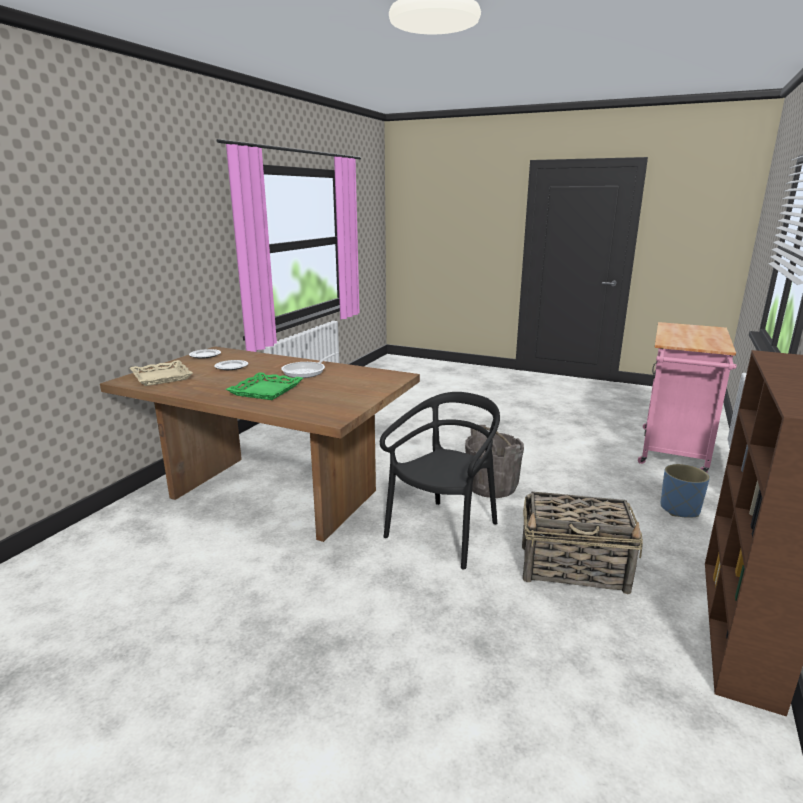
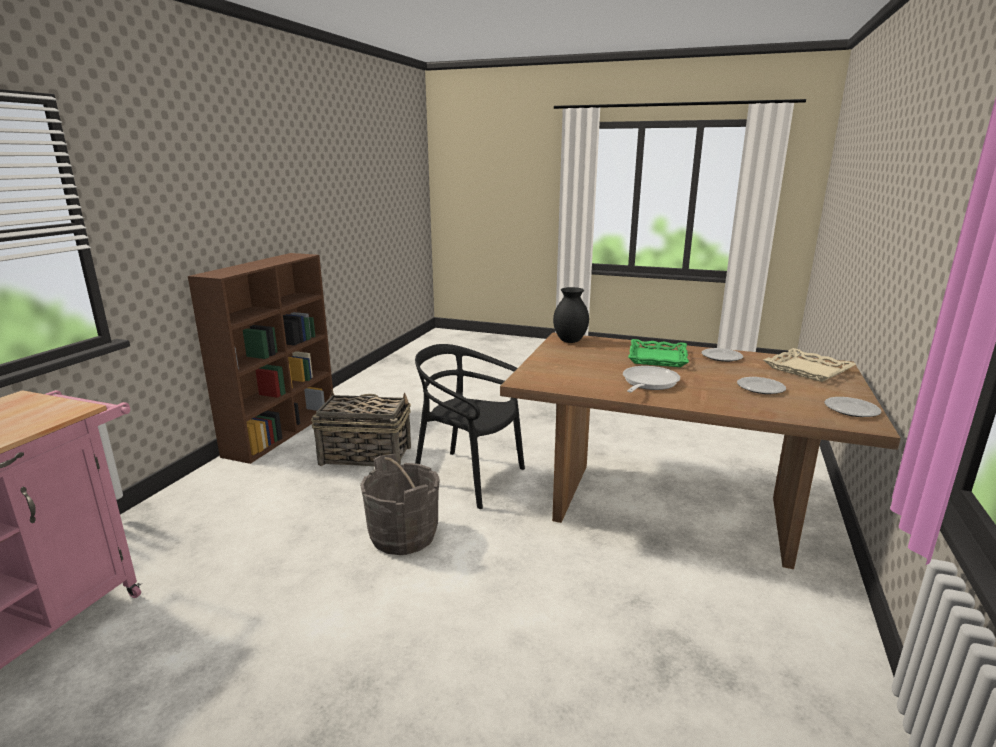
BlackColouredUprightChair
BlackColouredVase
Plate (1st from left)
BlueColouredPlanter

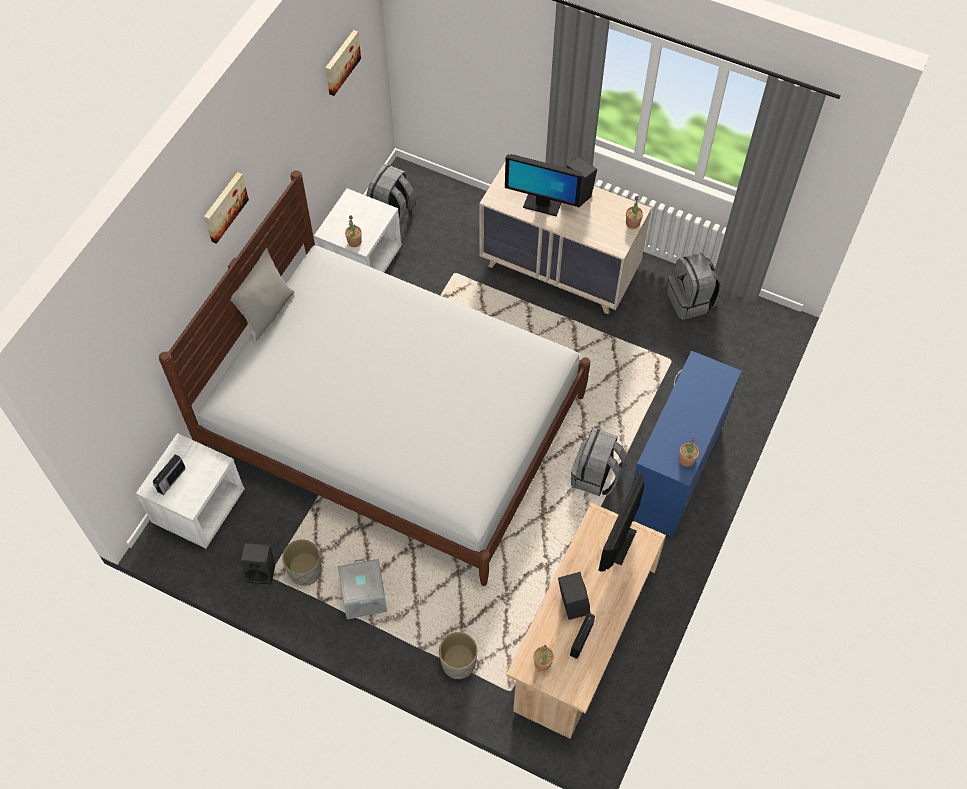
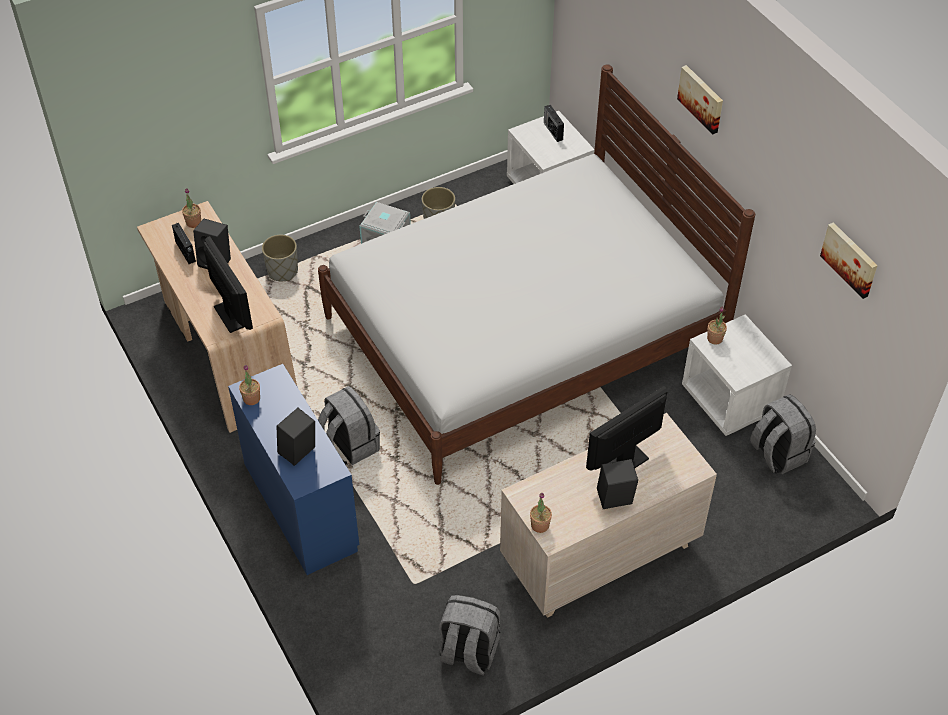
BlackColouredLoudspeaker (2nd from left)
GreyThrowPillow

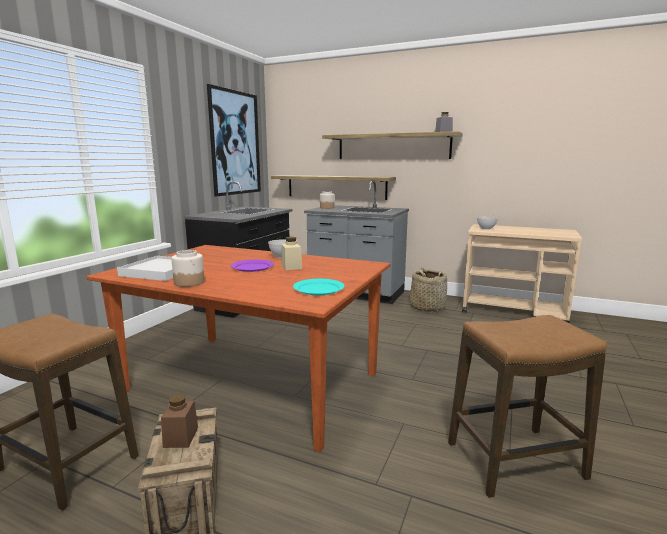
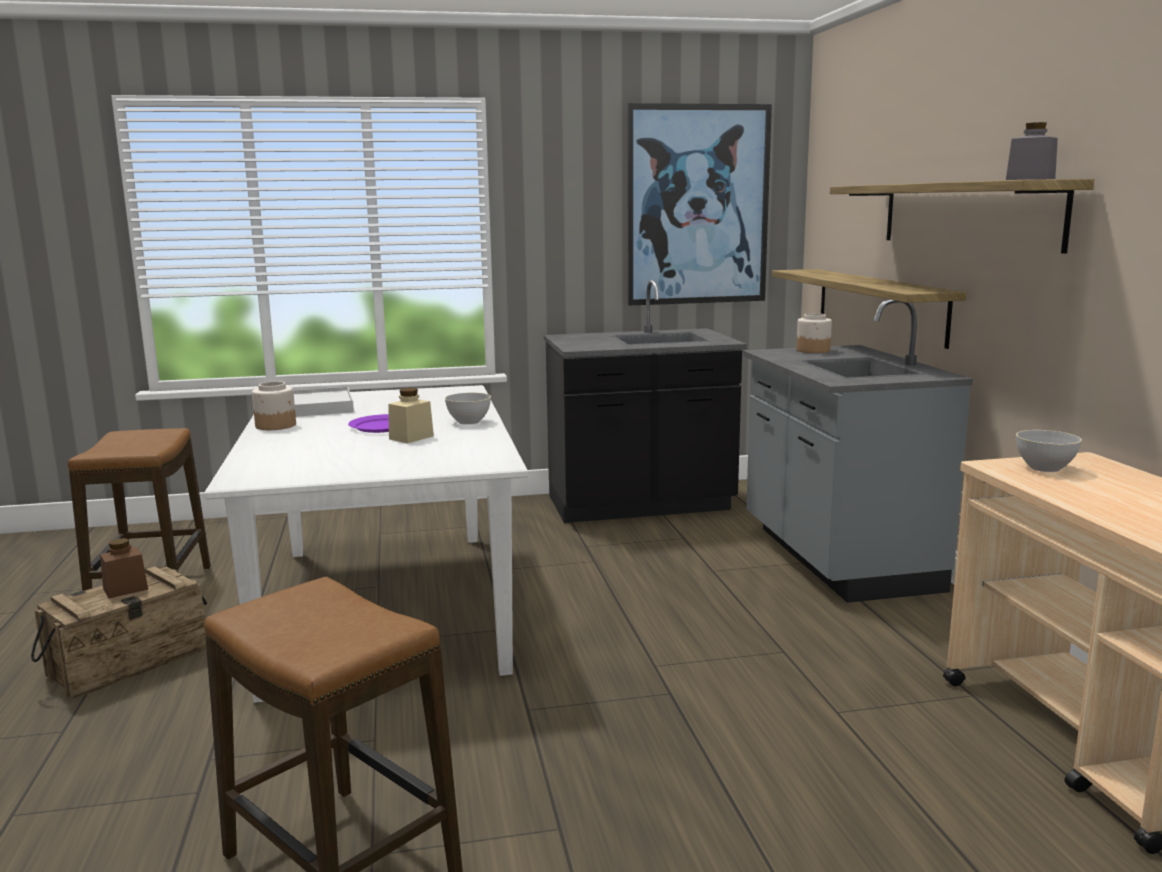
WhiteDiningTable
TurquoisePlate
Basket

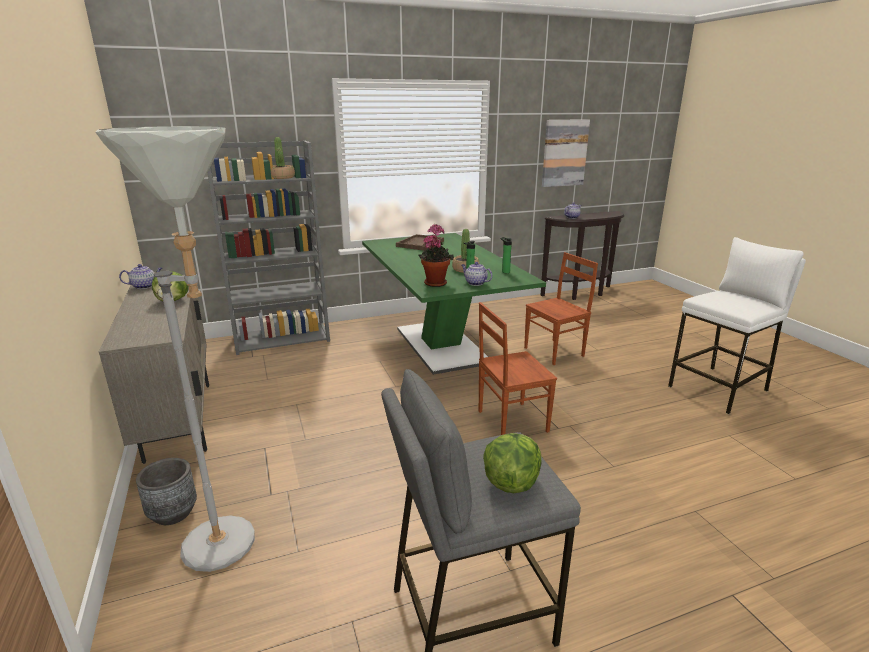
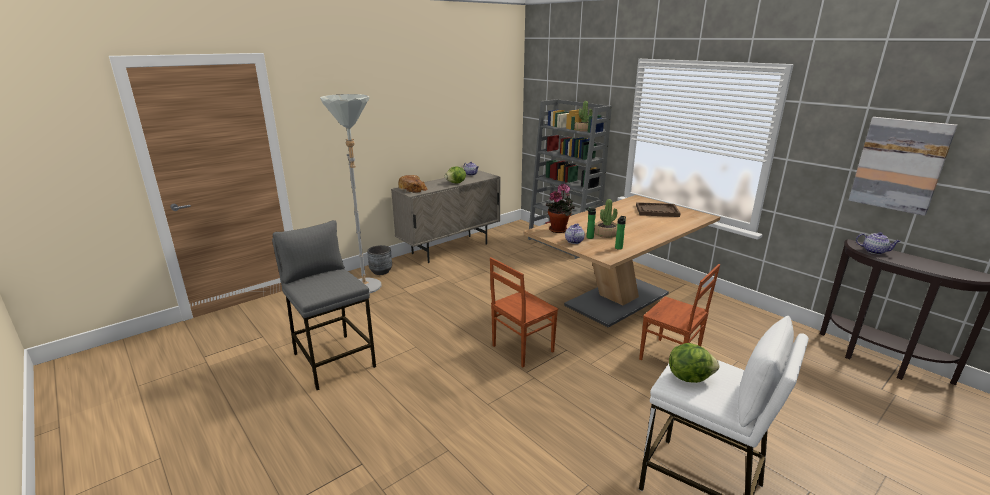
Bread
BrownColouredUprightChair (1st from left)
BrownColouredDiningTable
Lettuce (2nd from left)

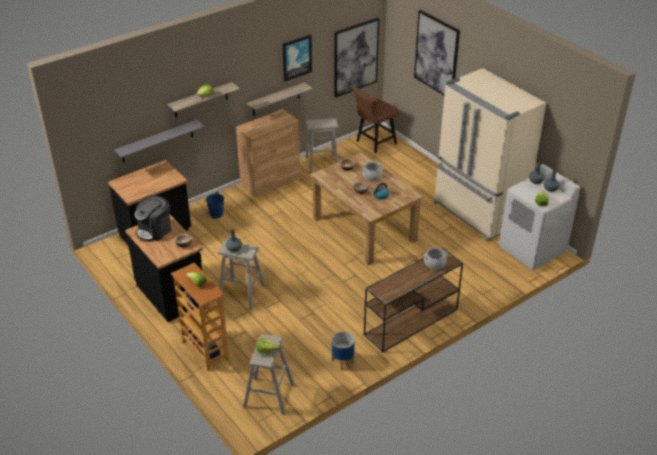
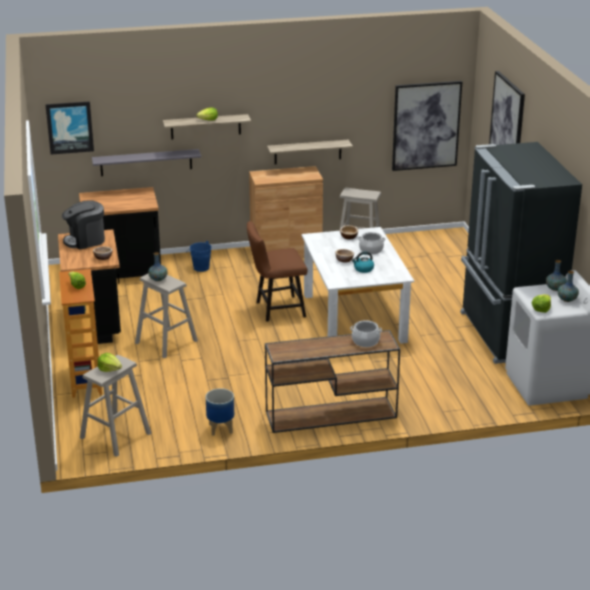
WallPicture (1st from left)
BrownColouredUprightChair
WhiteDiningTable
BlackColouredFridge

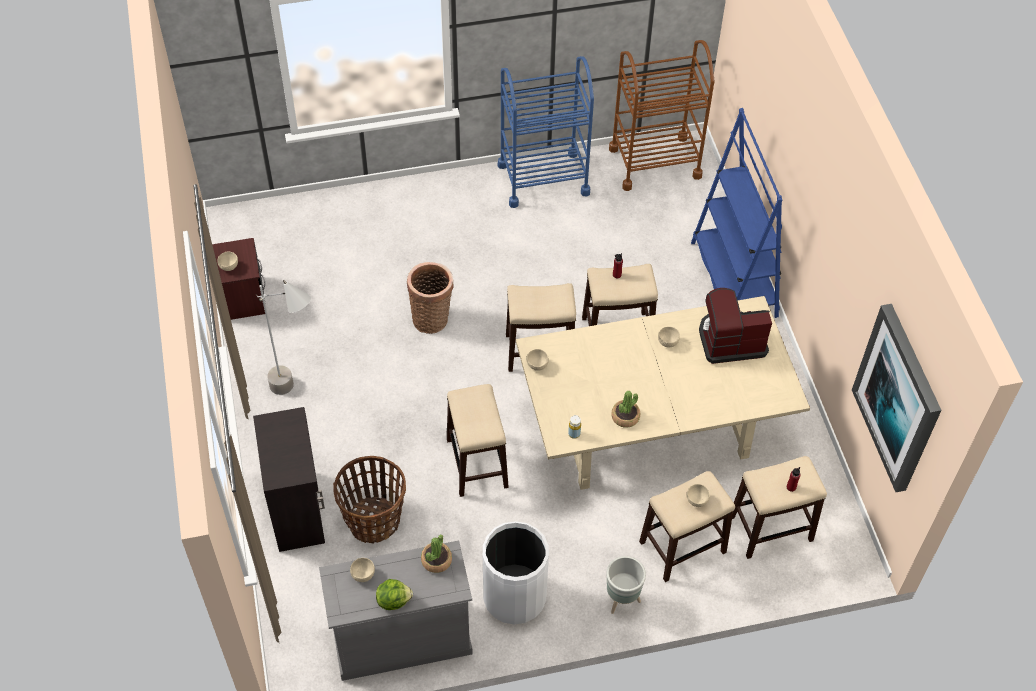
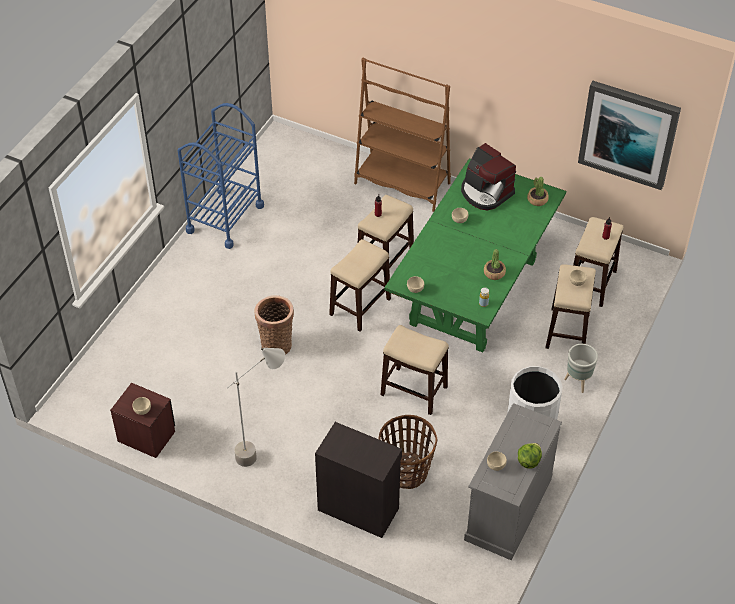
BrownColouredBookcase
GreenishDiningTable
CoffeeMachine
Houseplant (2nd from left)
BrownColouredTrolley

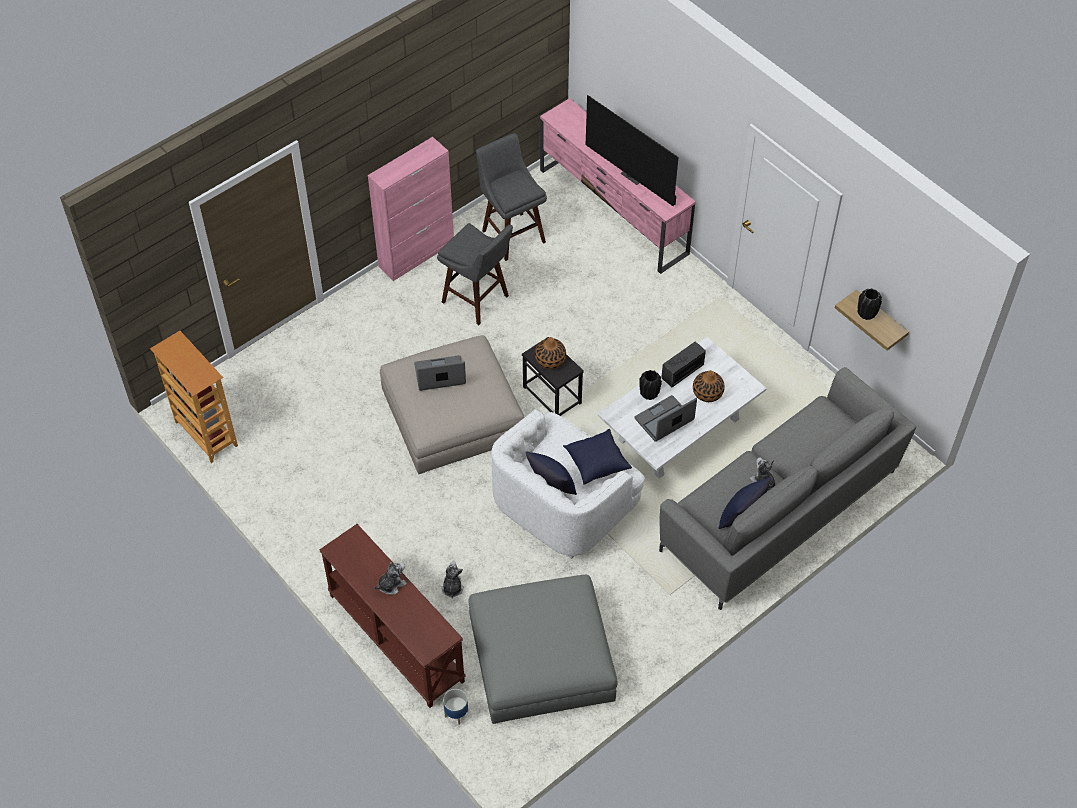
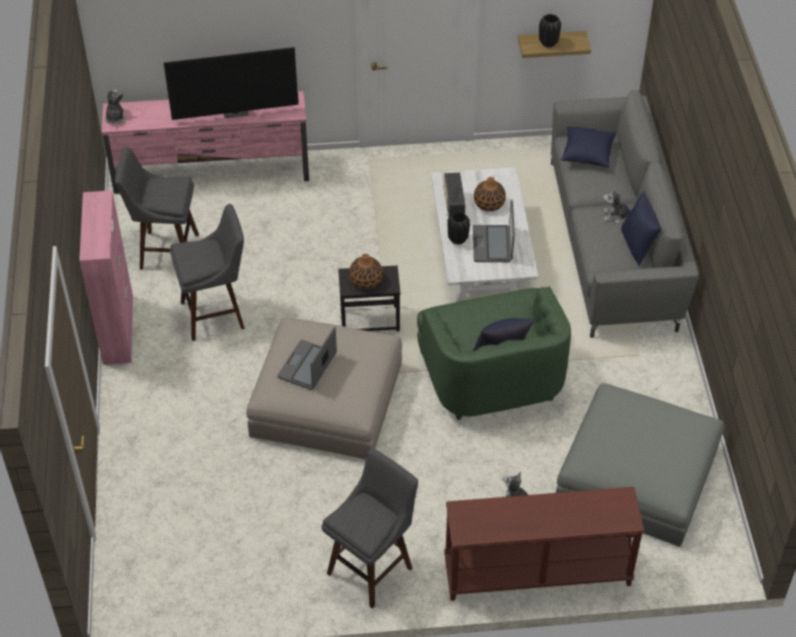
SoftToy (1st from left)
GreyStoolSeat (3rd from left)
GreenishEasyChair
BlueColouredThrowPillow (2nd from left)
Bookcase
Planter

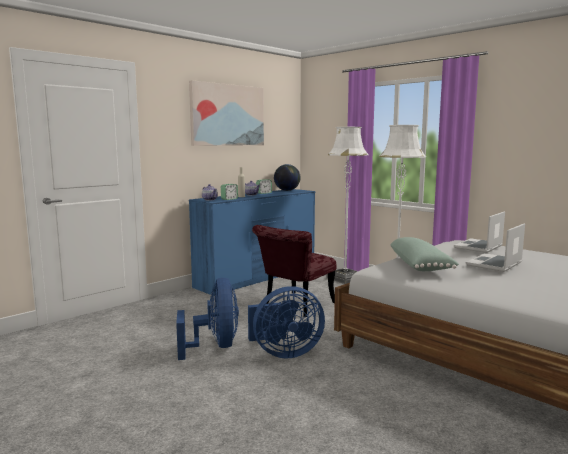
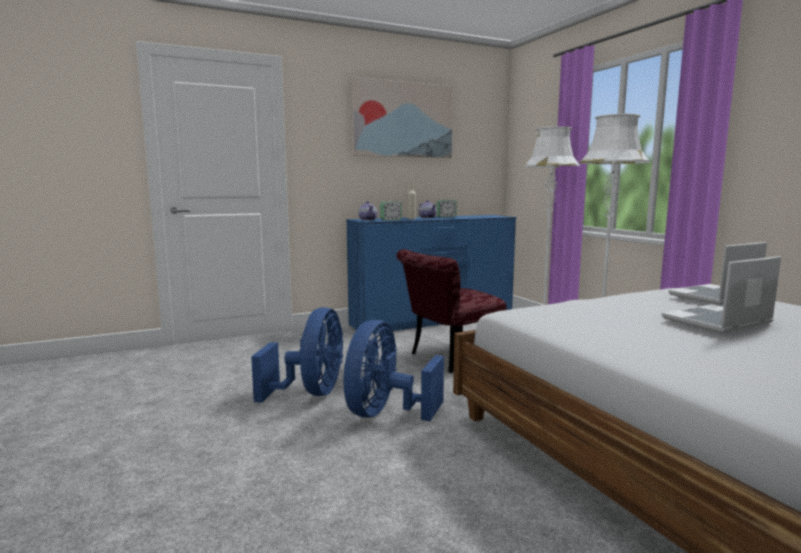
BlueColouredCoolingFan (2nd from left)
Globe
GreenishThrowPillow

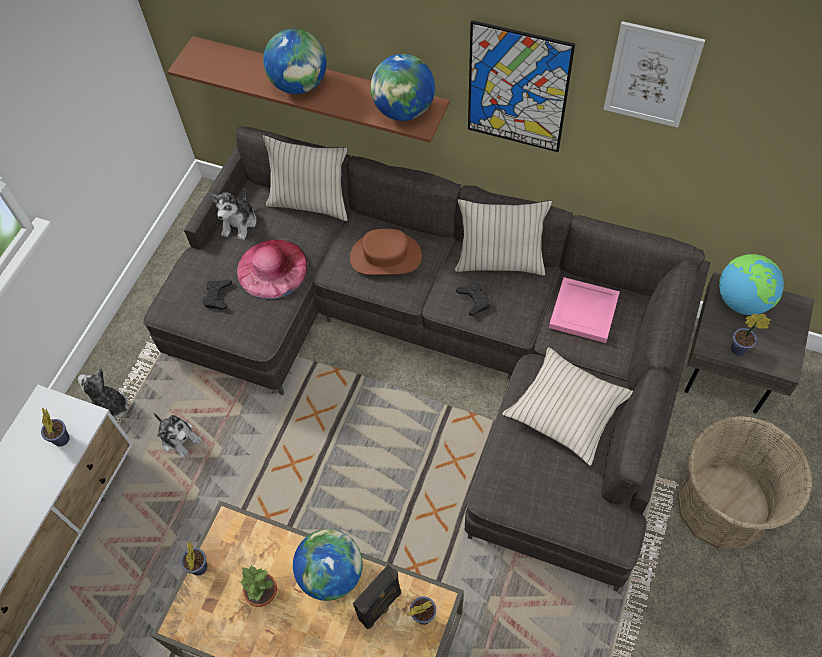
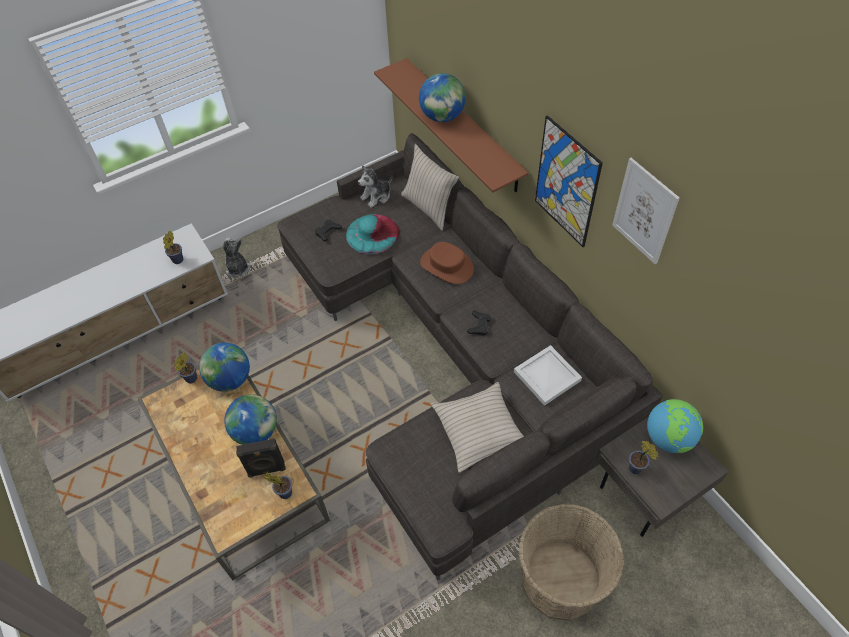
Globe (1st from left)
TurquoiseHat
WhiteCarryingTray
SoftToy (2nd from left in the first image)
Houseplant (3rd from left in the first image)
BeigeColouredThrowPillow (2nd from left in the first image)

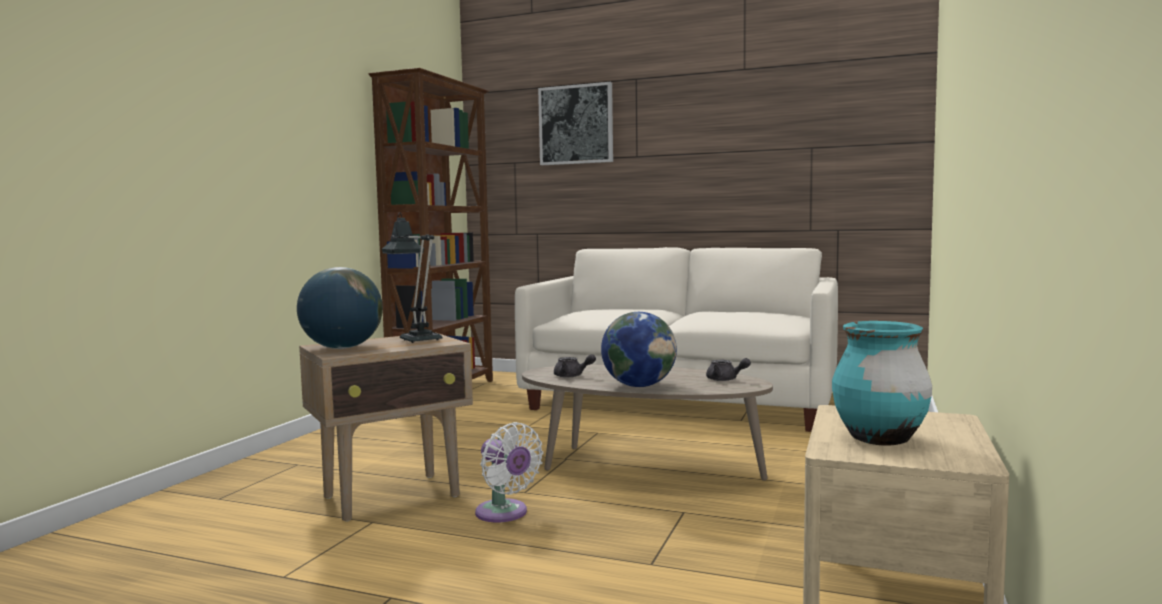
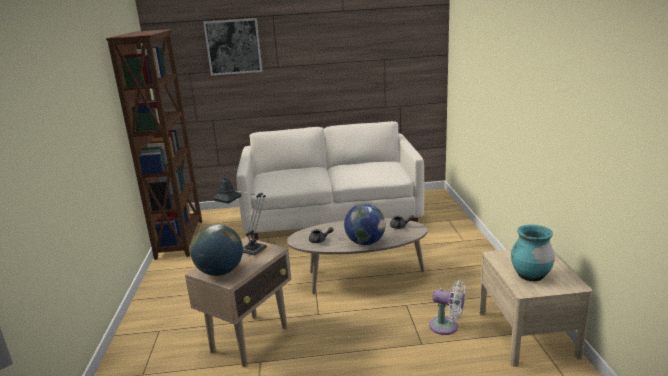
WhiteCoolingFan

